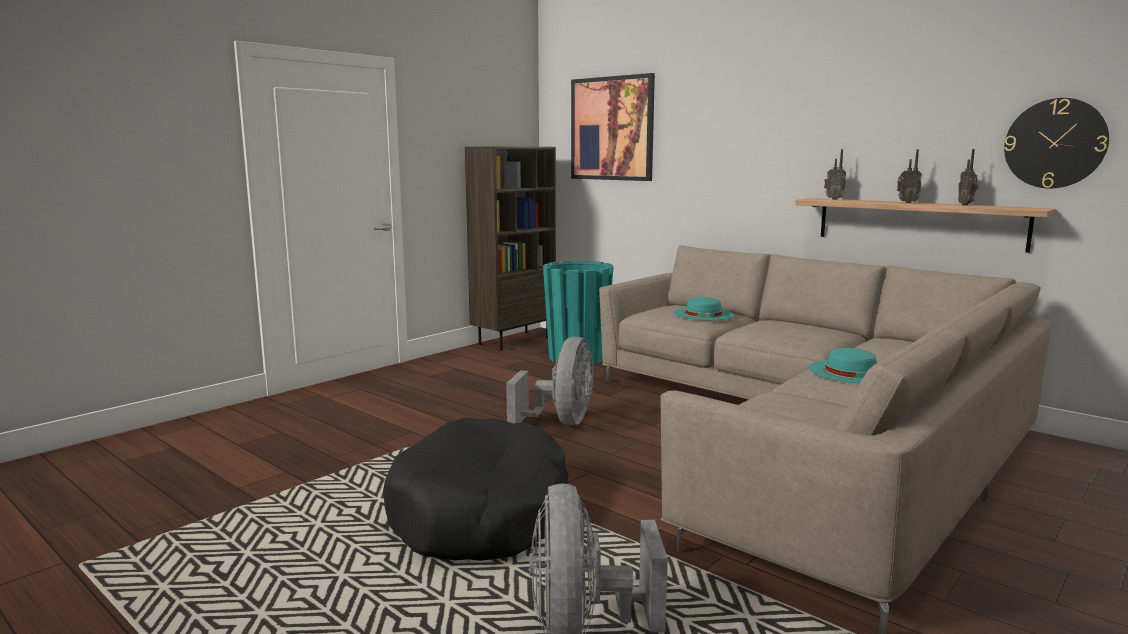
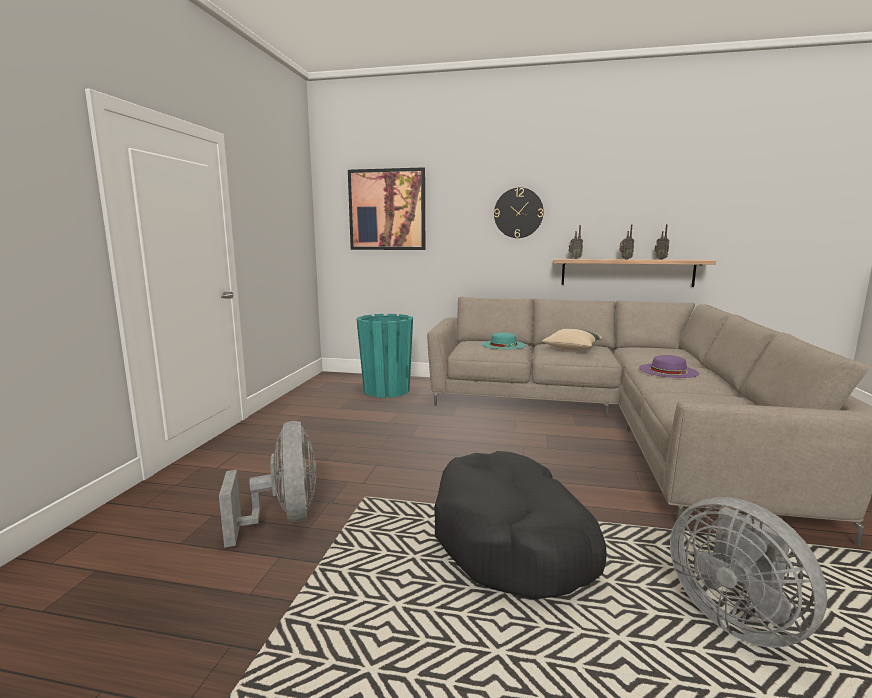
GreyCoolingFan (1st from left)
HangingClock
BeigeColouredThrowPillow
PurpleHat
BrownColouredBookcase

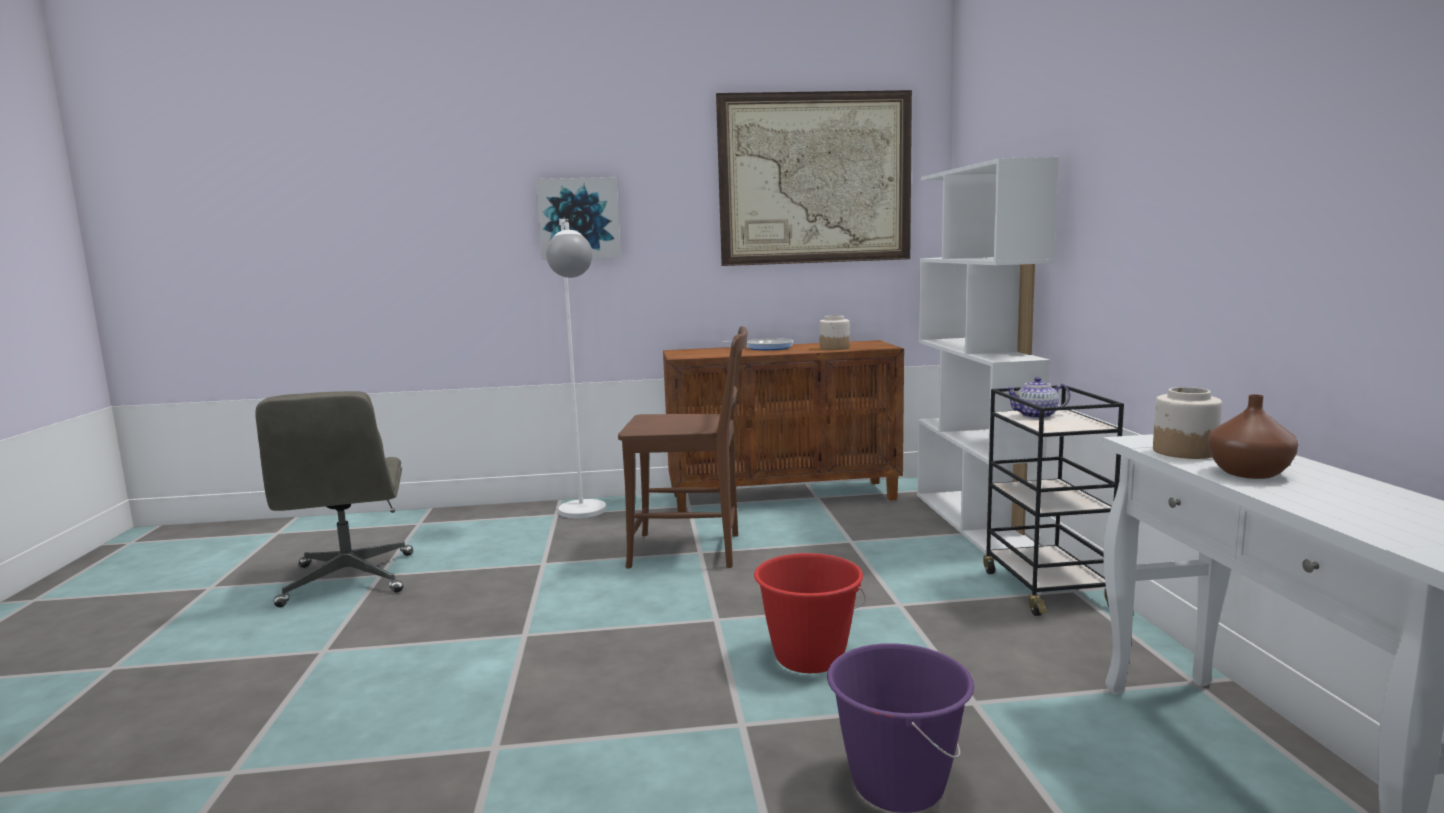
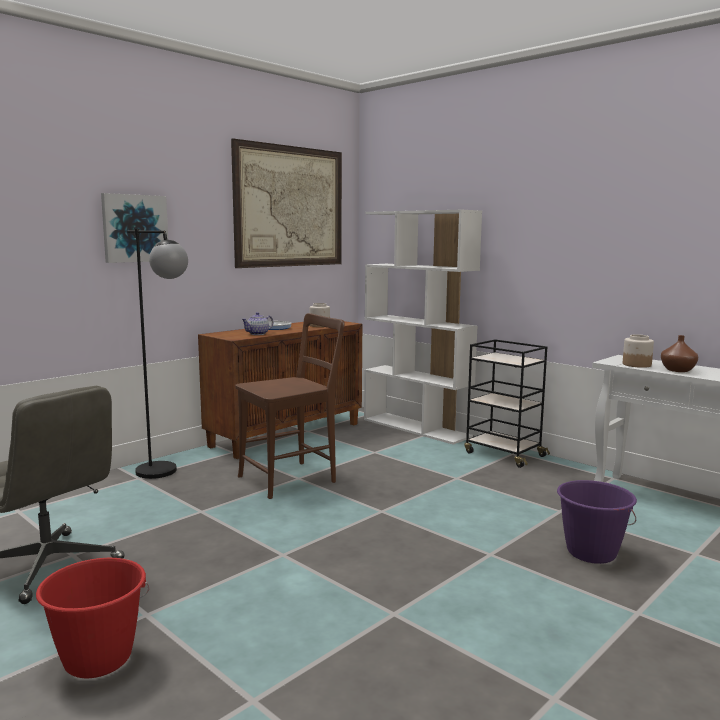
RedColouredPail
BlackColouredStandardLamp
PotForTea

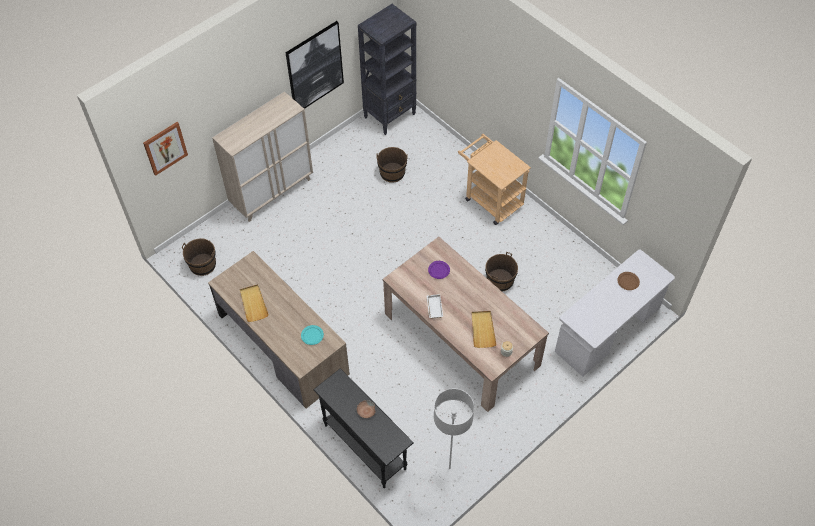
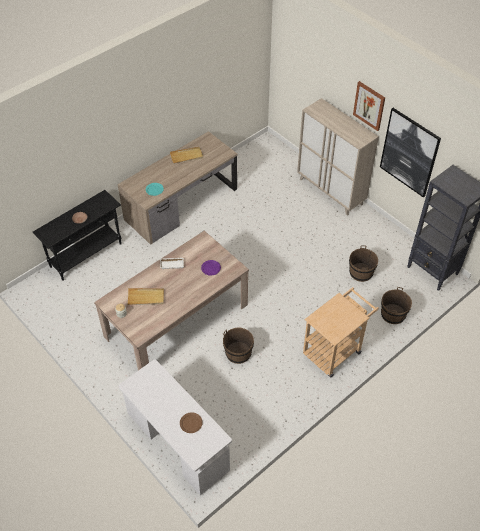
WallPicture (1st from left)
BrownColouredPail (3rd from left)
GreyStandardLamp

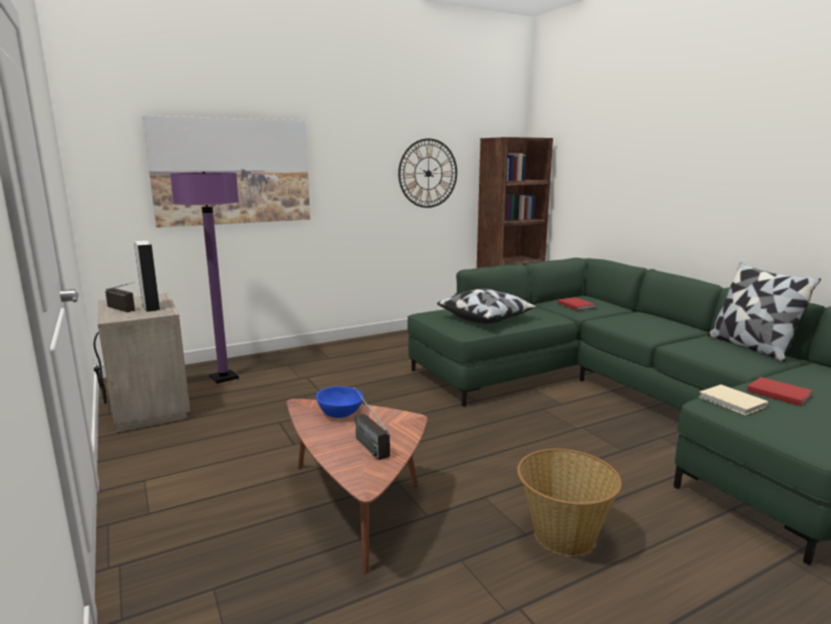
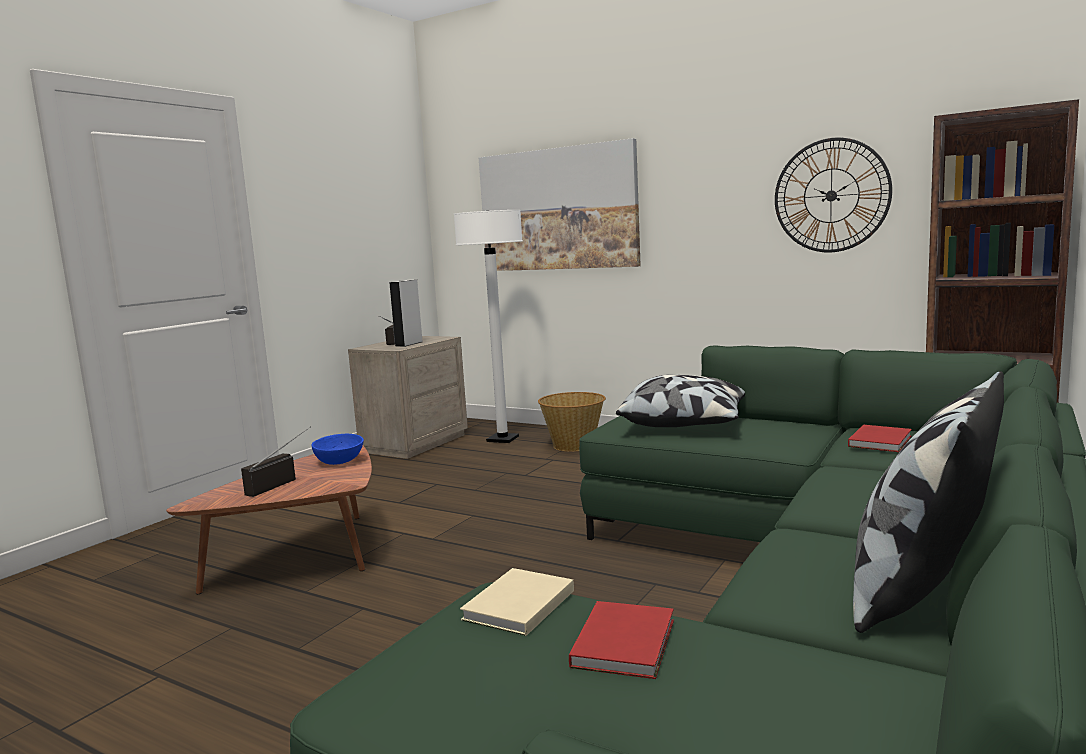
WhiteStandardLamp
Basket

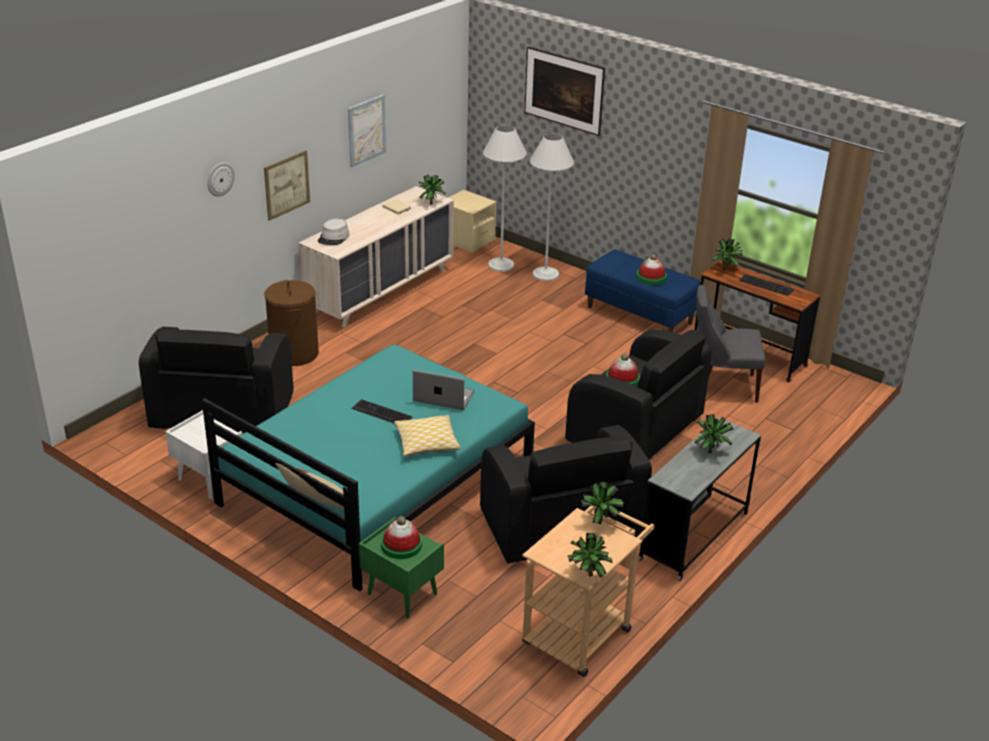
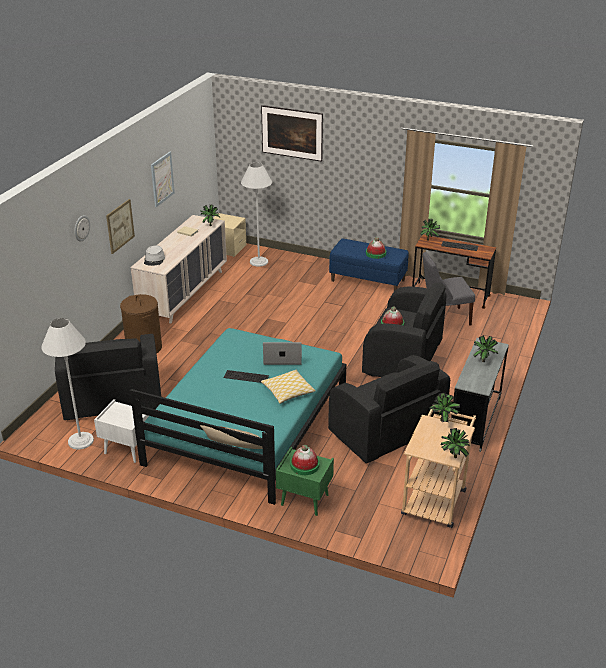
WhiteStandardLamp (1st from left)

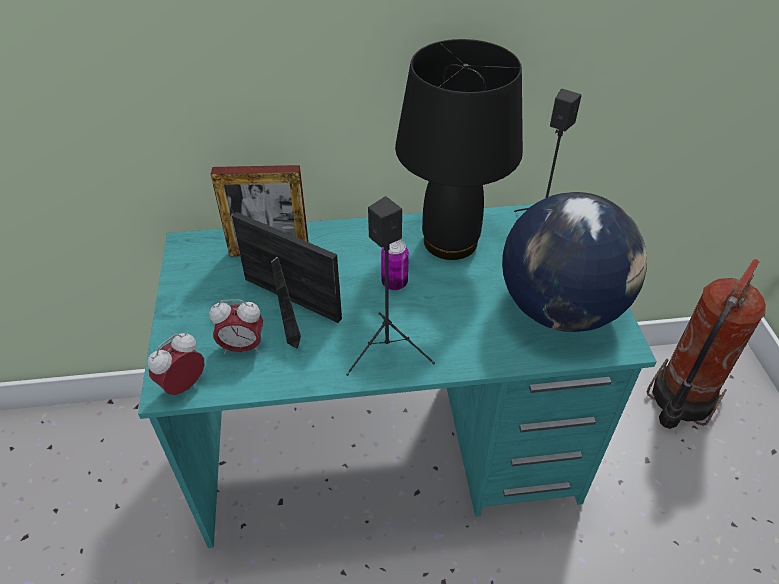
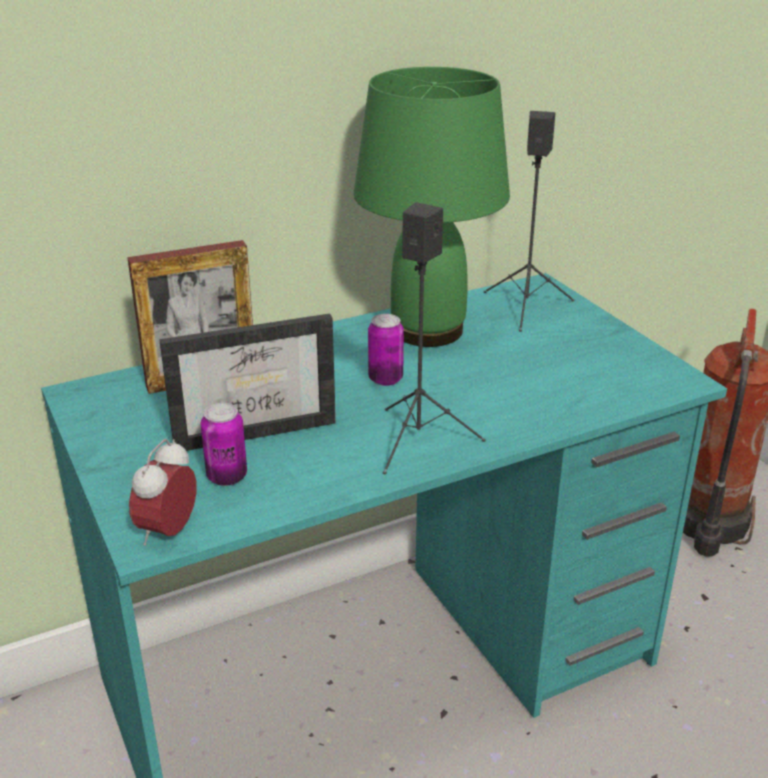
PictureFrame (2nd from left)
SealedCan (1st from left)
GreenishTabletopLamp
Globe

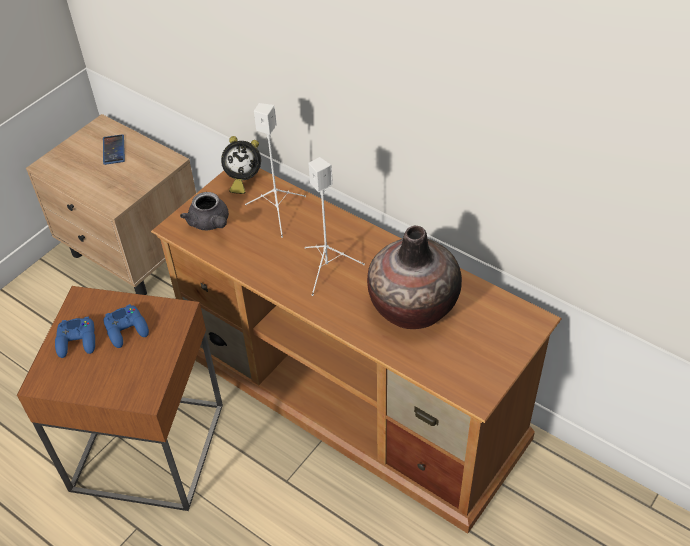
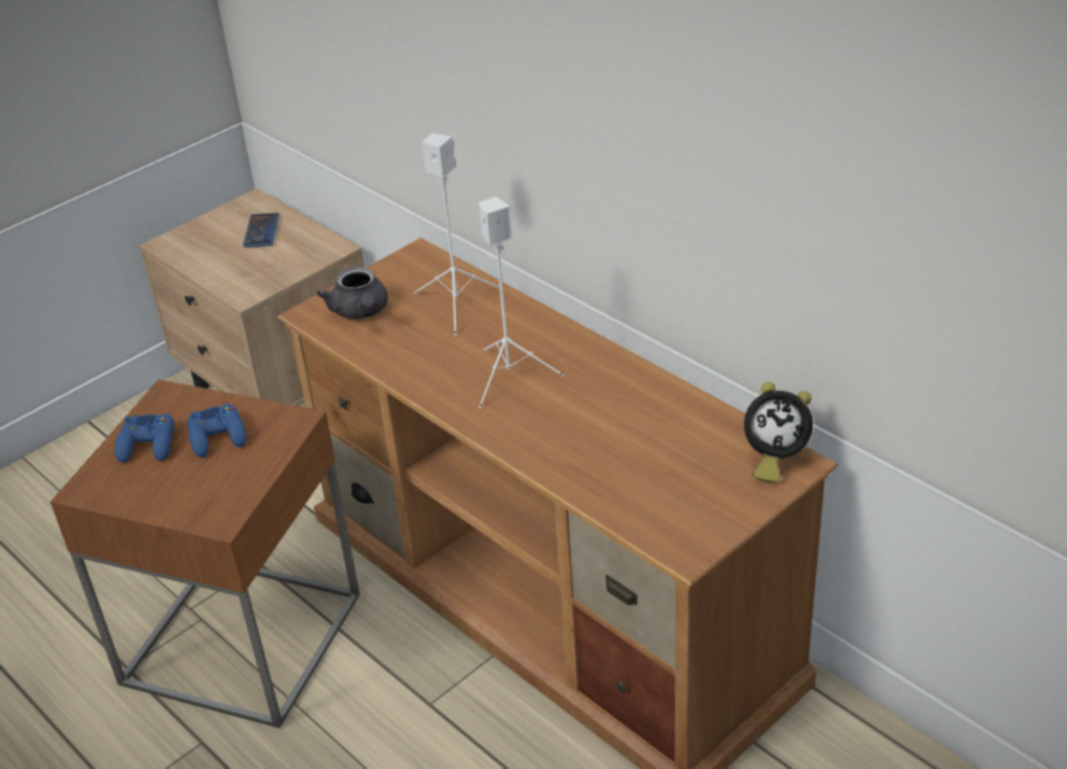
TableClock
Vase

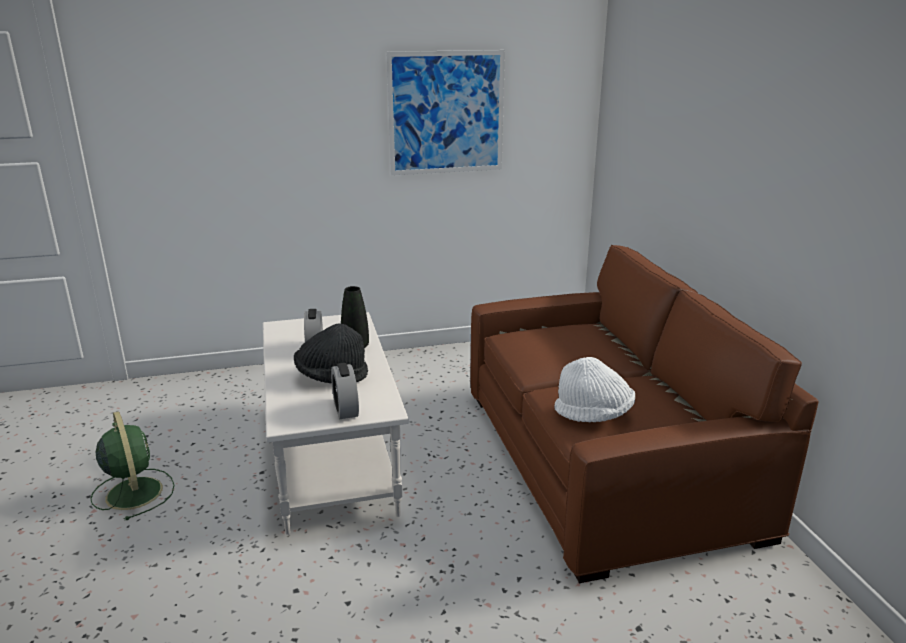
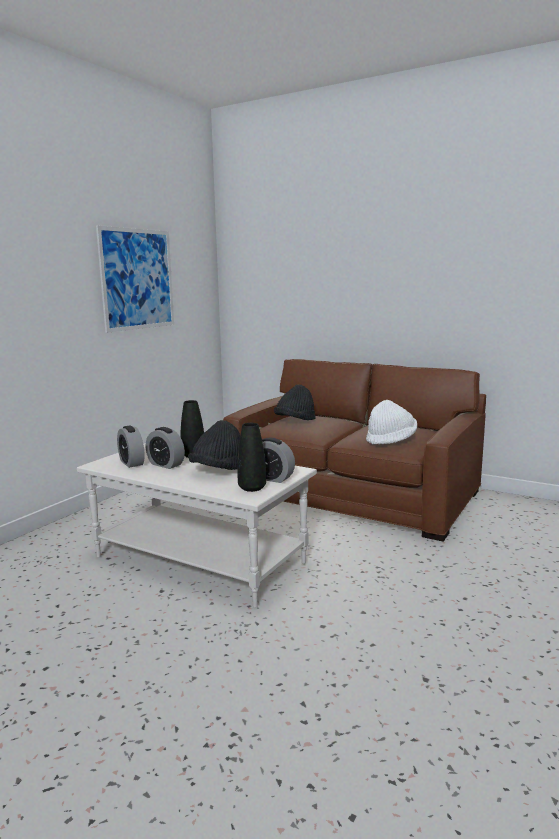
TableClock (1st from left)
BlackColouredVase (2nd from left)
BlackColouredHat (2nd from left)
GreenishCoolingFan

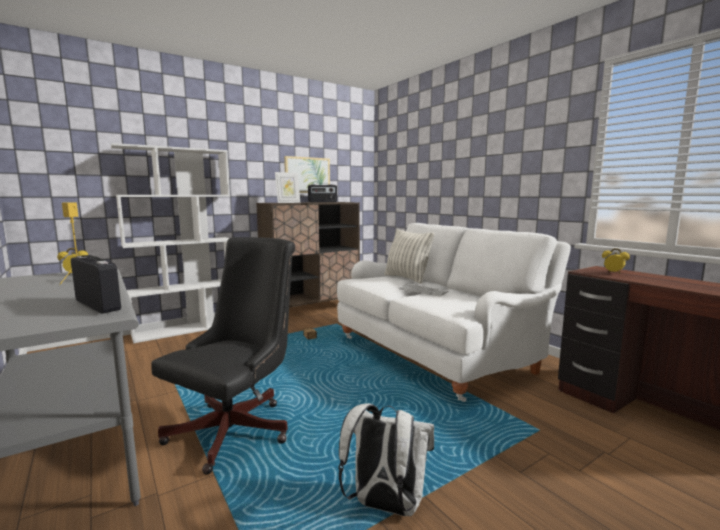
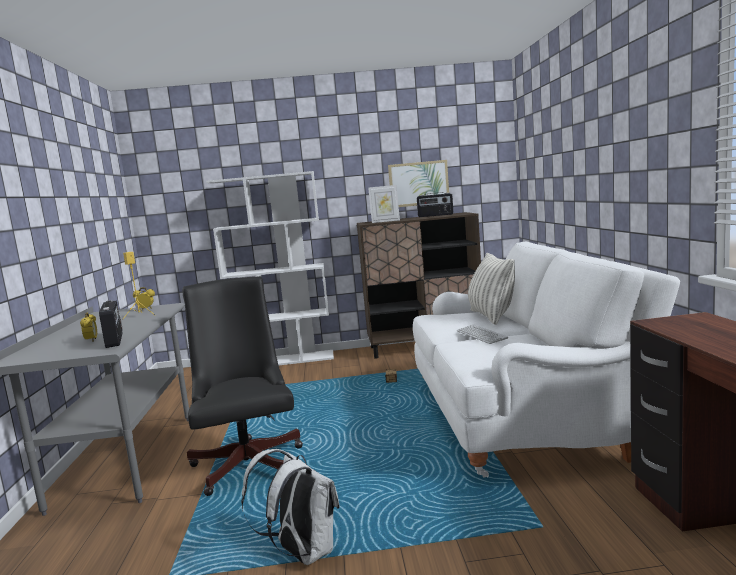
TableClock (1st from left)
BlackColouredDeskChair

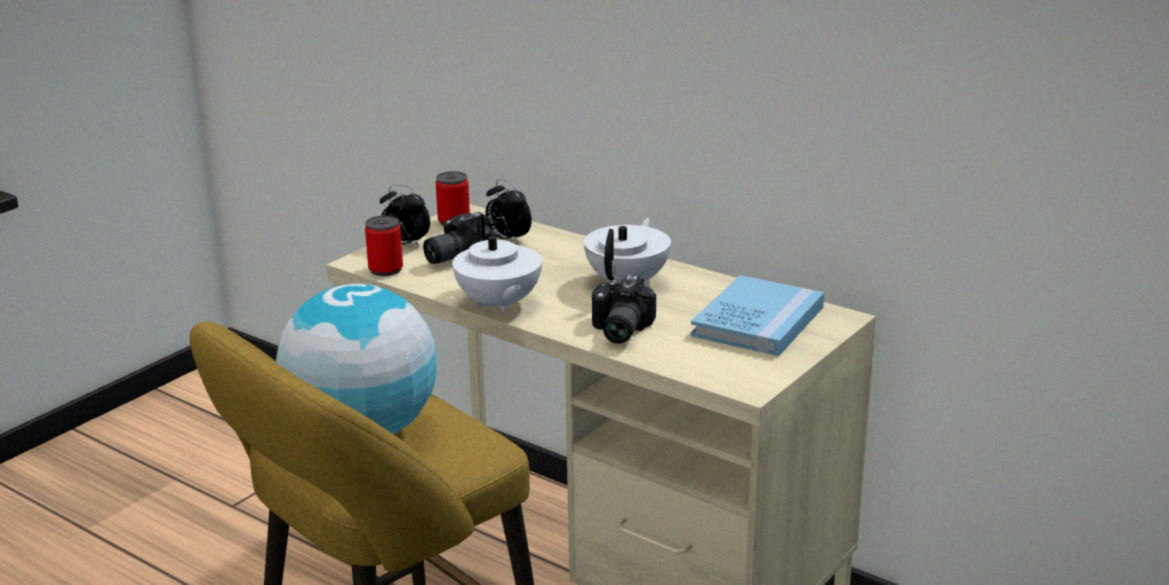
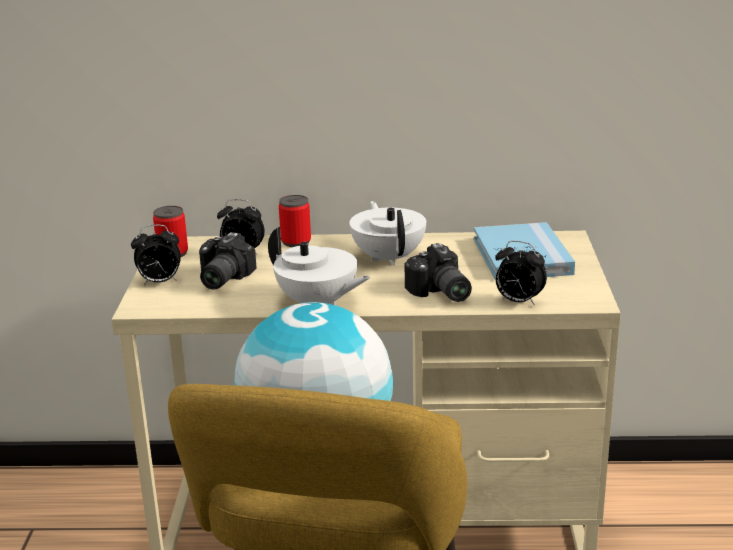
SealedCan (2nd from left)
TableClock (3rd from left)

